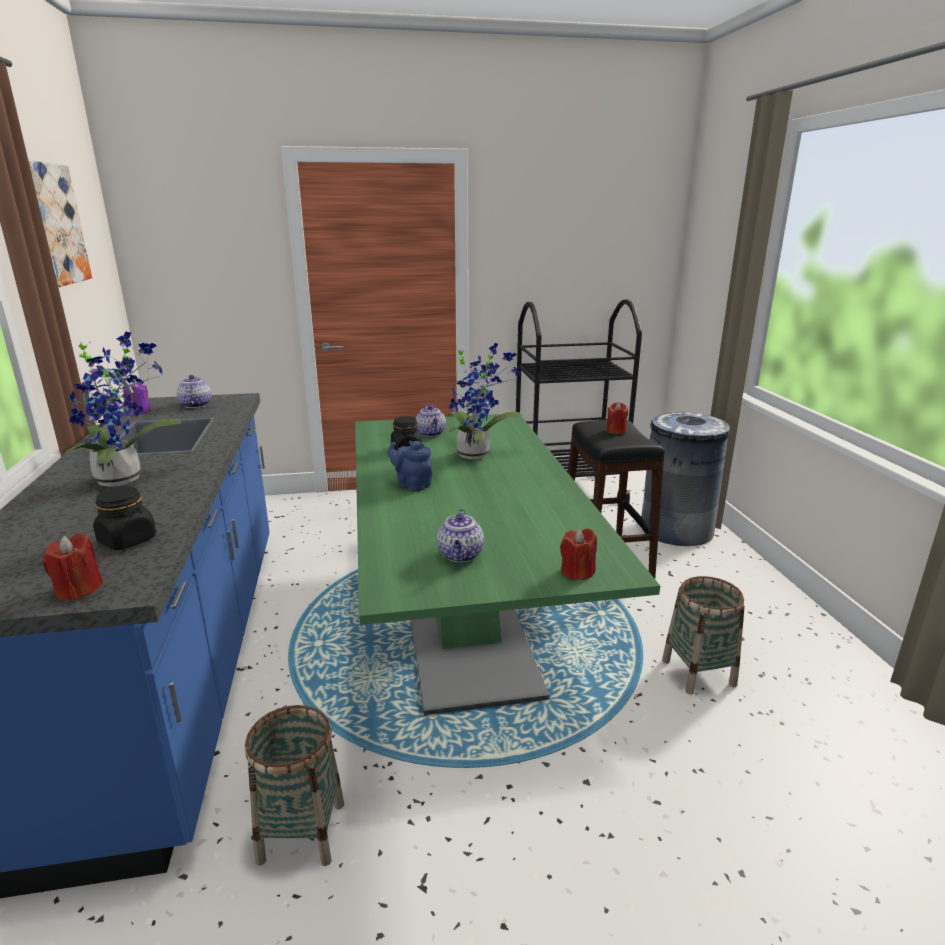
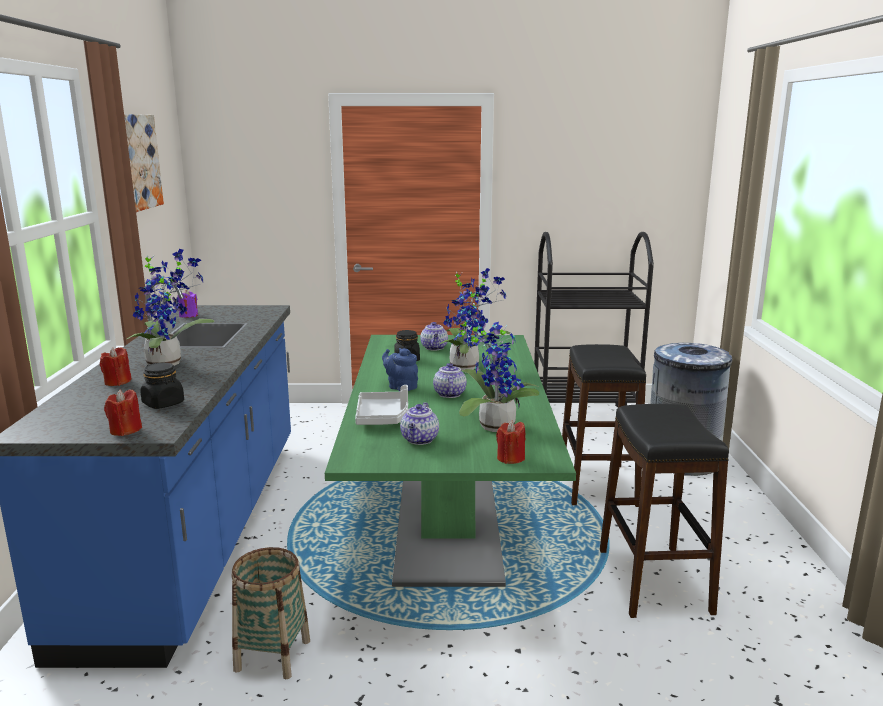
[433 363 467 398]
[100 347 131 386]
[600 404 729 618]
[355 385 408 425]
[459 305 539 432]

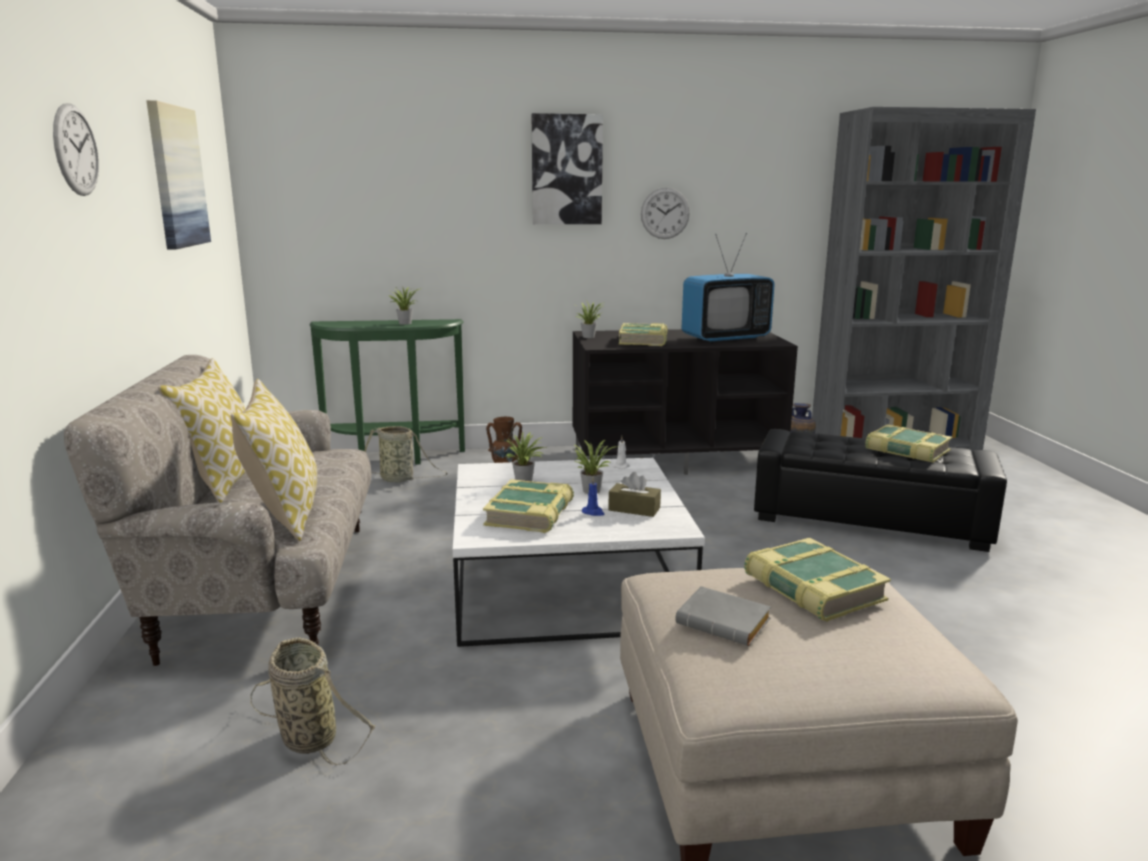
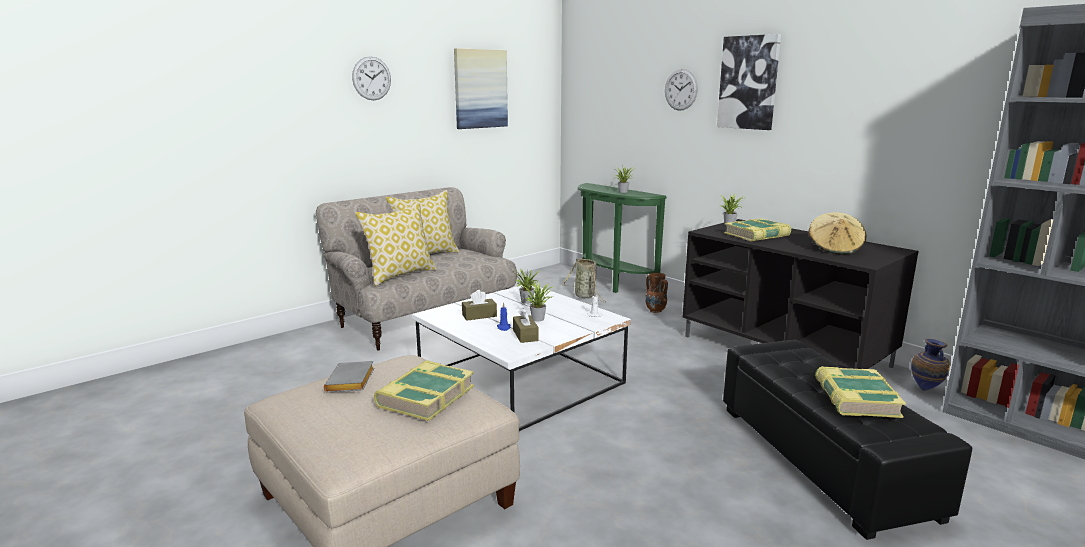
[250 637 376 765] (first image)
[462 290 497 321]
[665 69 698 111]
[808 212 866 255]

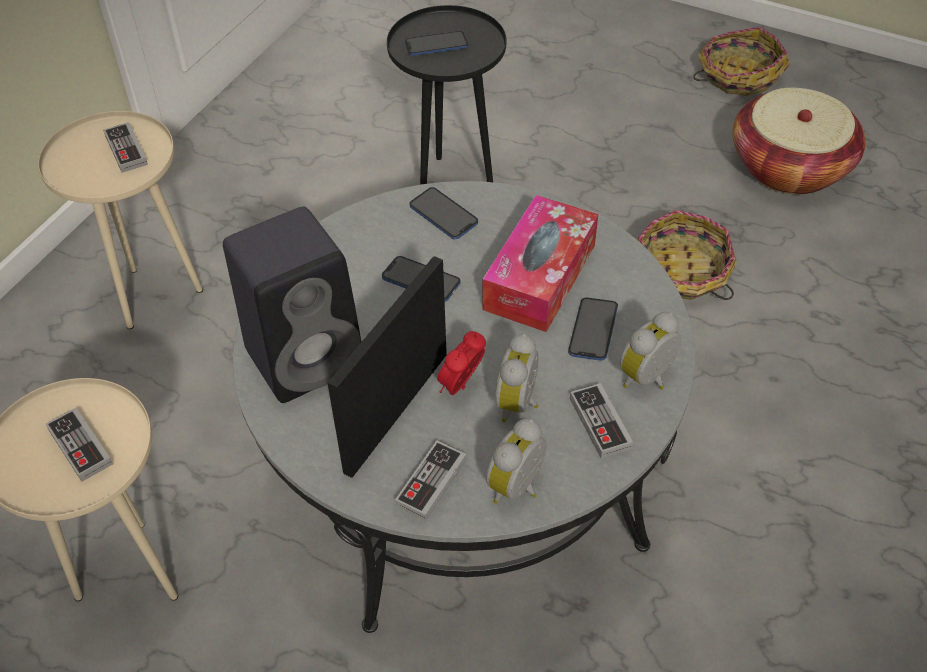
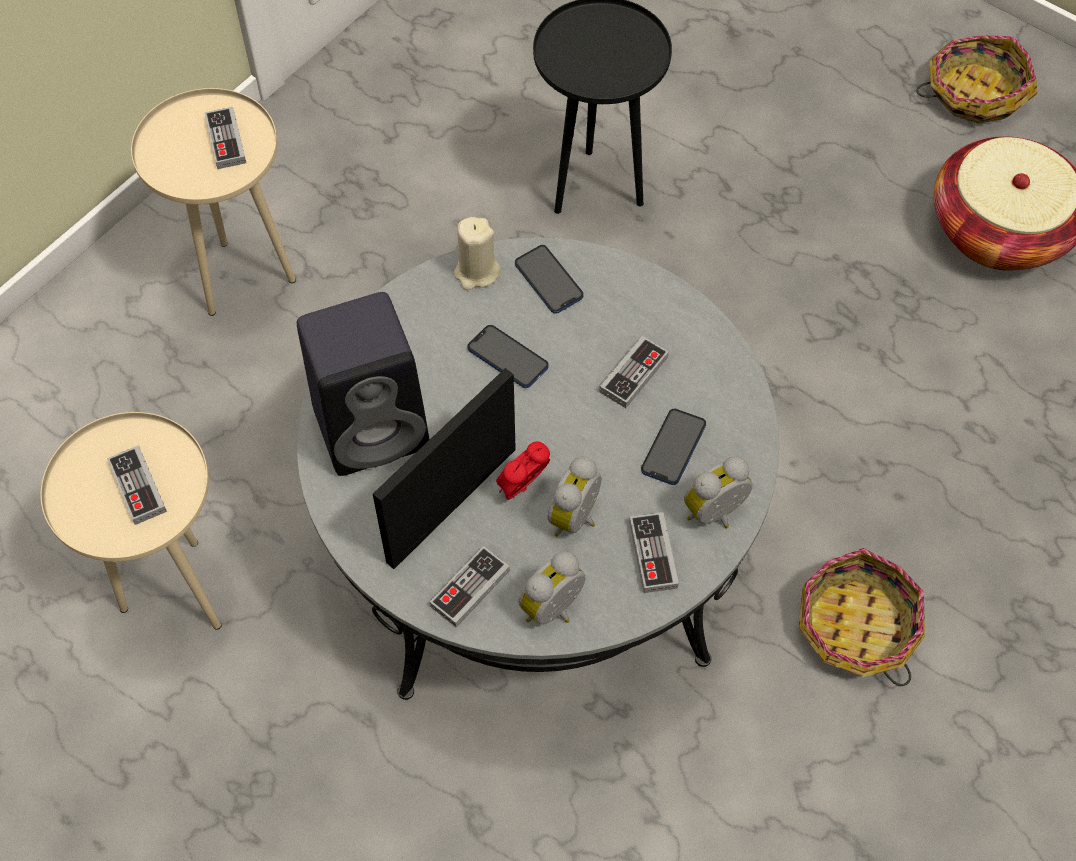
[405 31 468 56] (first image)
[599 336 669 408]
[799 548 925 686]
[454 217 501 290]

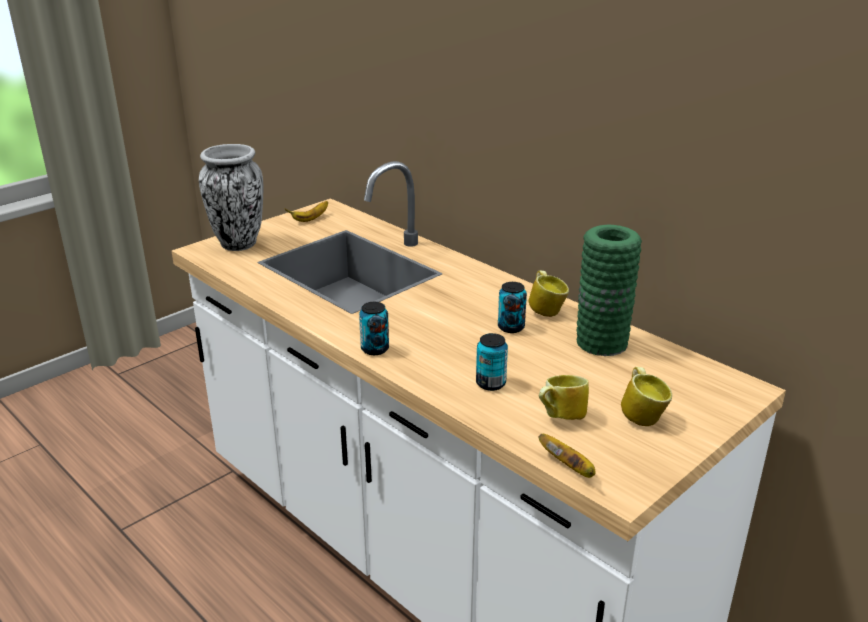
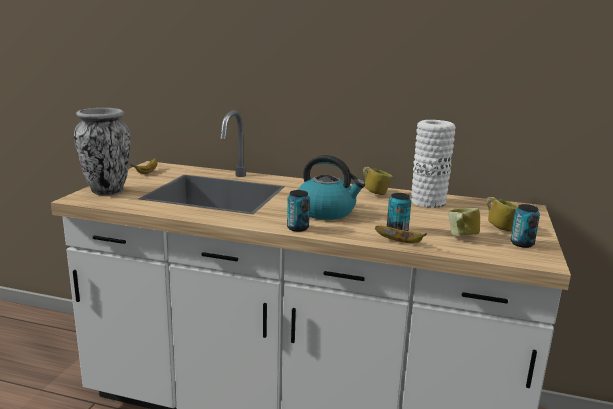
[511 204 540 248]
[375 225 427 243]
[411 120 456 208]
[298 155 365 220]

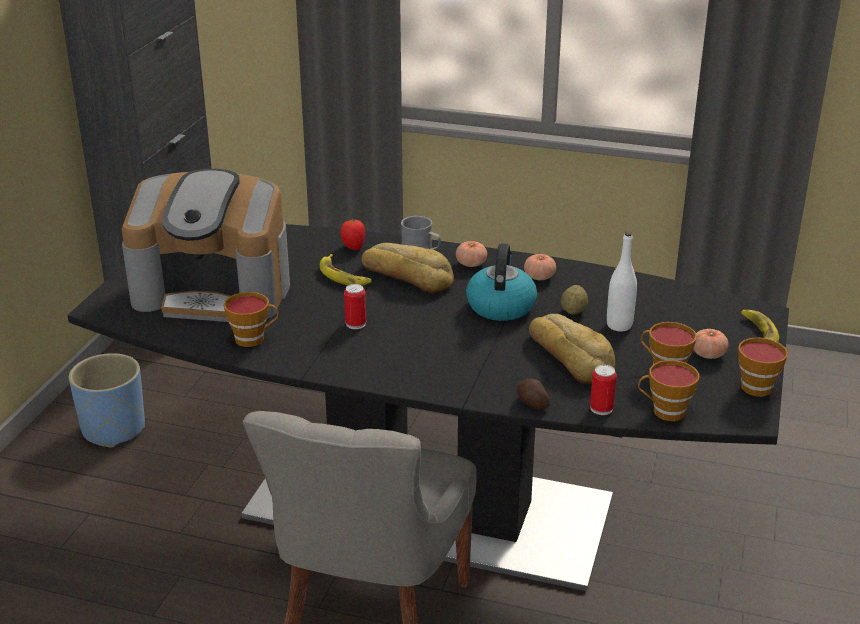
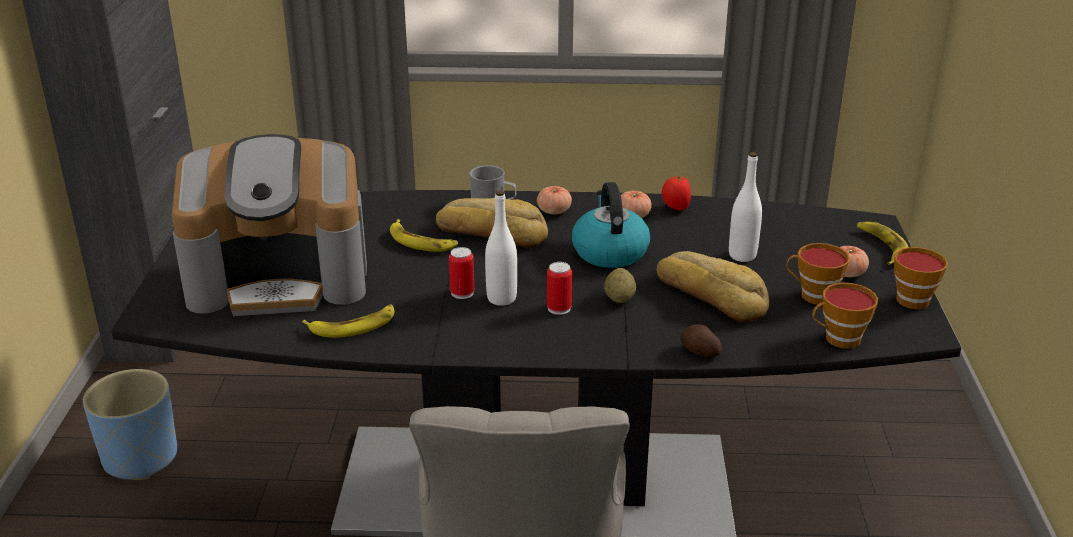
[302 305 395 338]
[662 176 691 210]
[604 268 636 303]
[547 262 572 315]
[485 190 517 306]

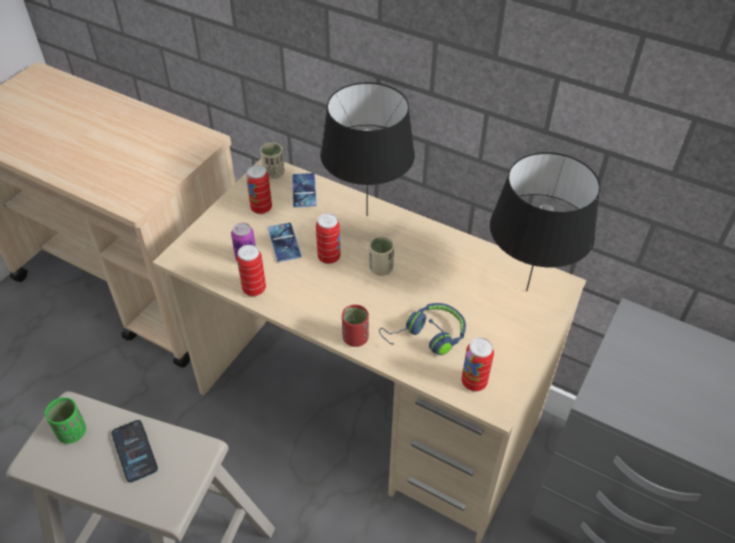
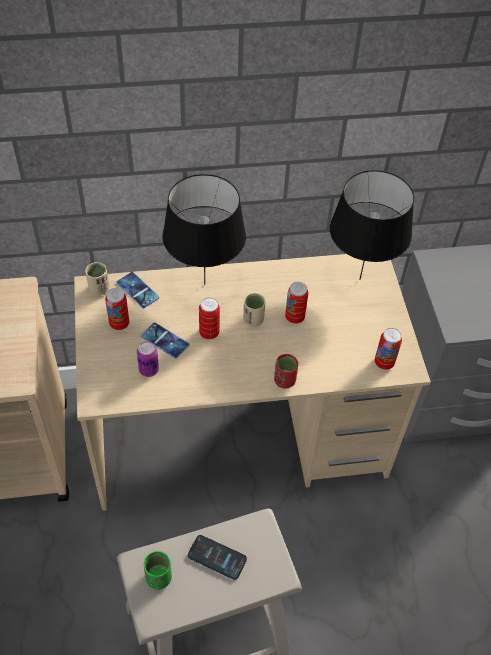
[285 282 308 324]
[379 303 466 355] (first image)

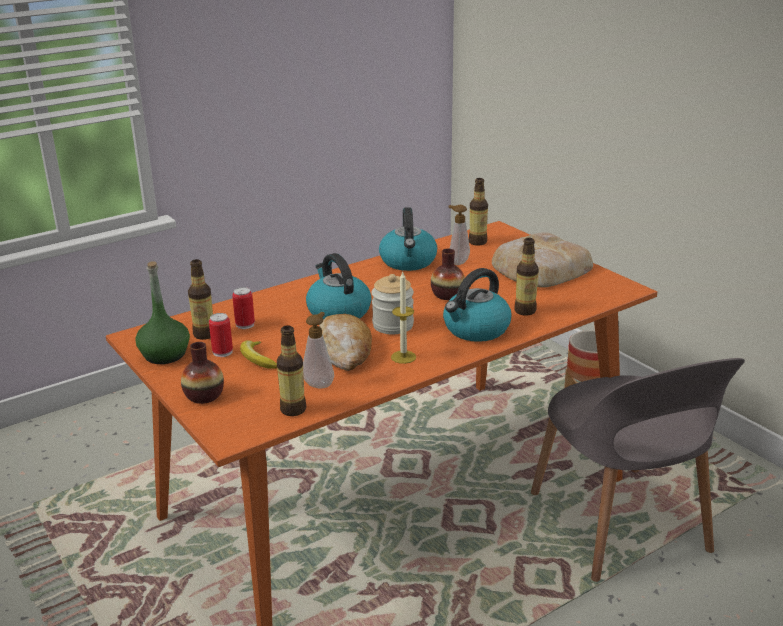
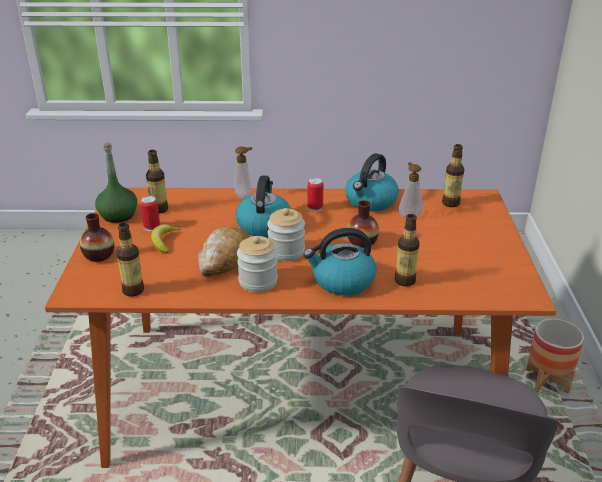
[307 178 323 212]
[234 147 252 200]
[237 236 278 292]
[492 232 593 288] (first image)

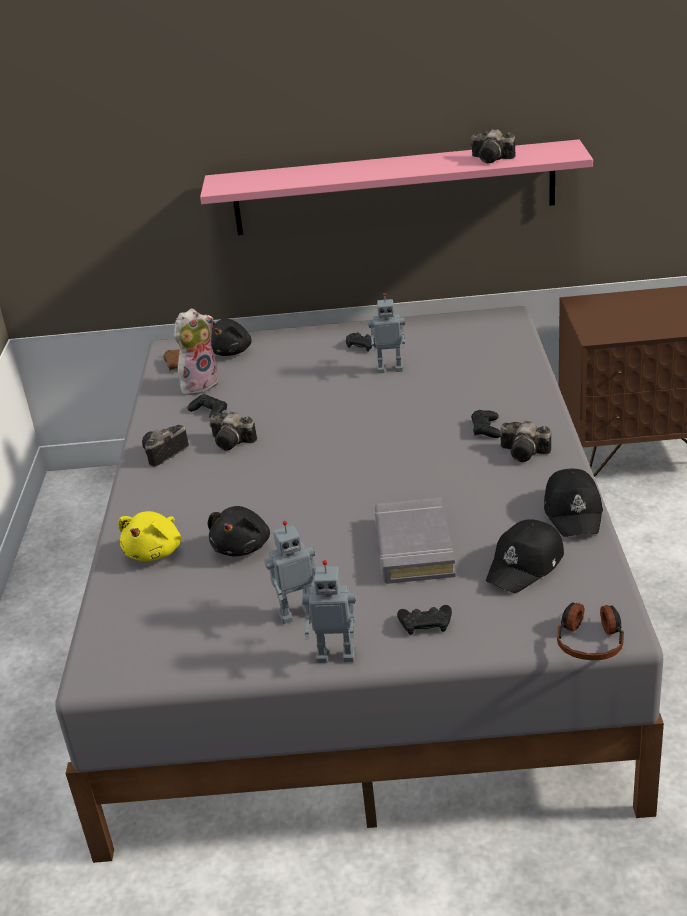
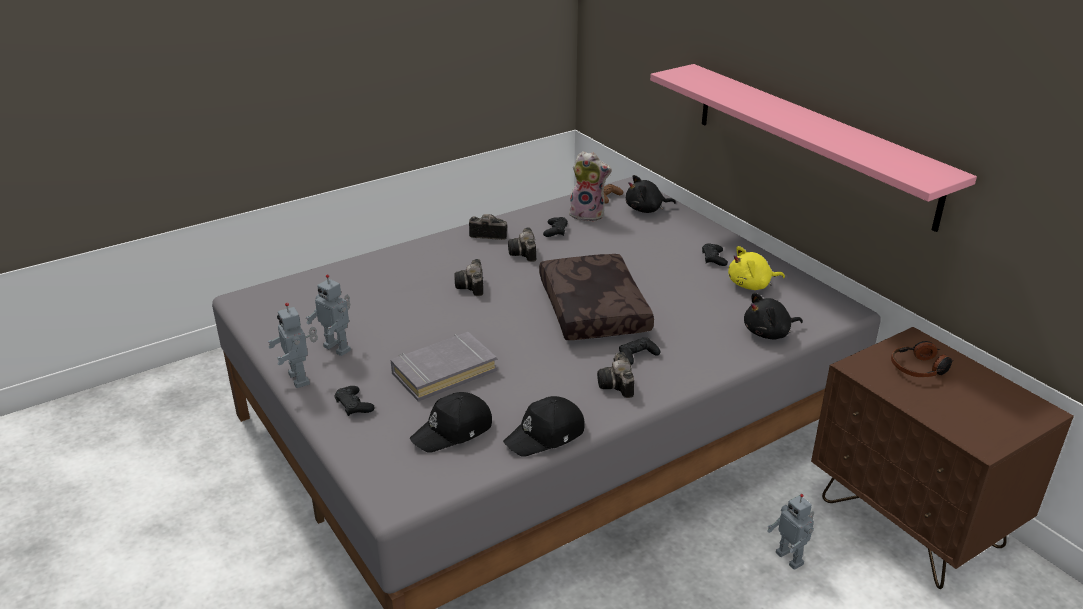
[728 246 785 290]
[744 293 803 339]
[767 494 814 570]
[454 259 483 296]
[410 392 492 452]
[891 341 954 378]
[539 254 654 340]

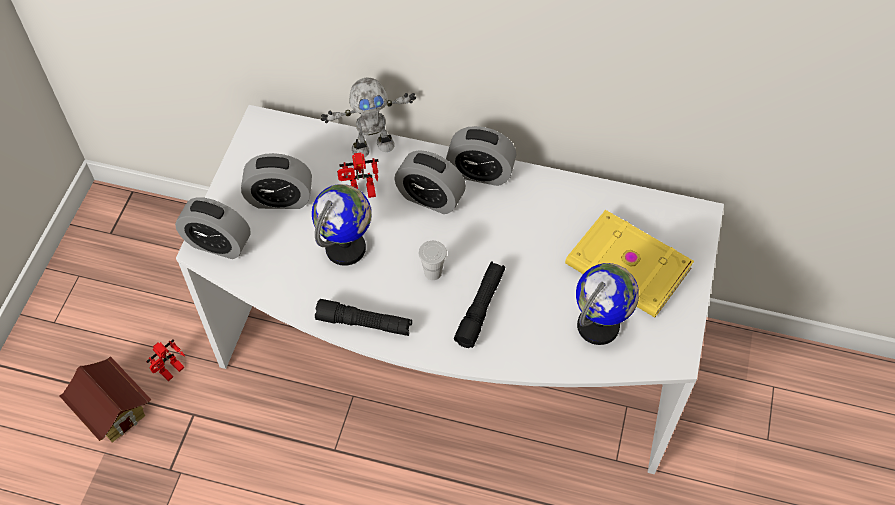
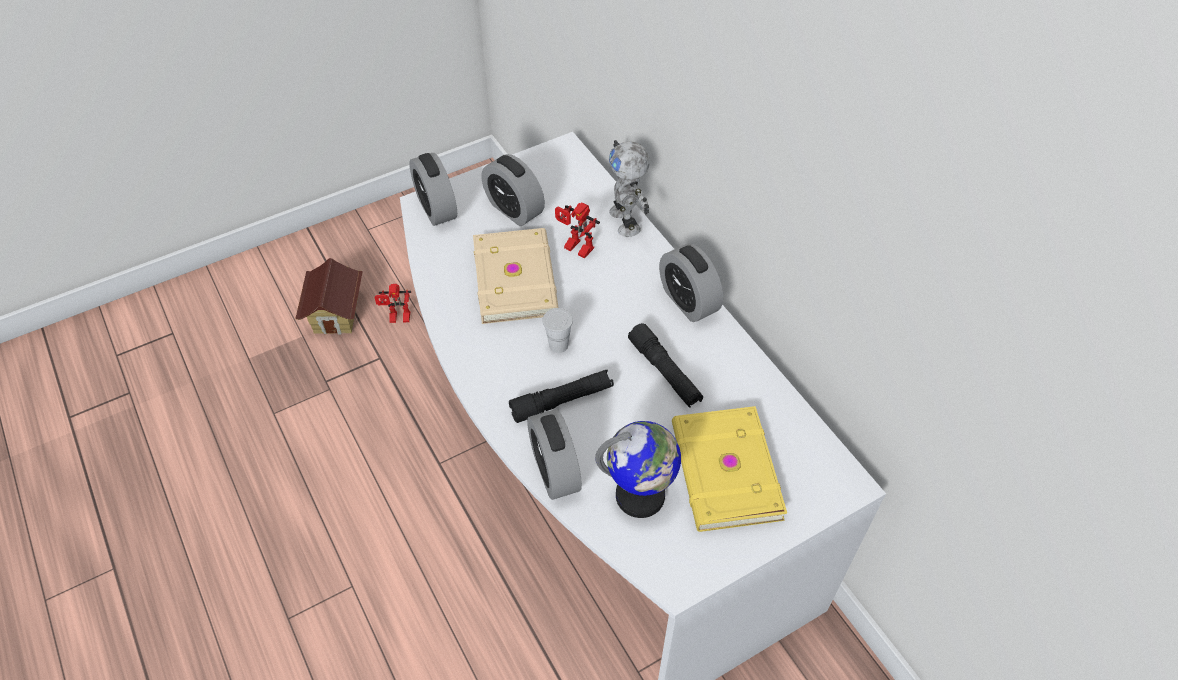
[473 228 559 324]
[628 323 703 408]
[609 140 650 237]
[527 409 582 500]

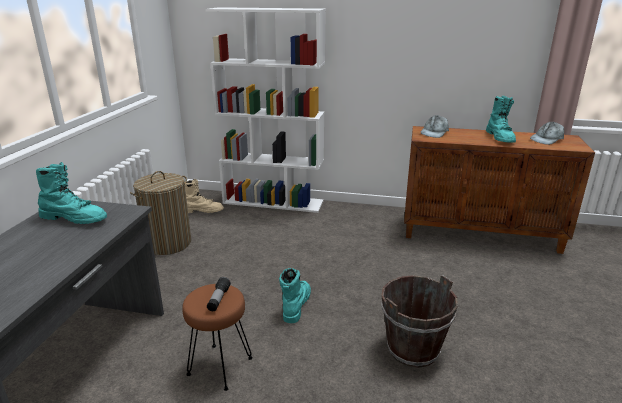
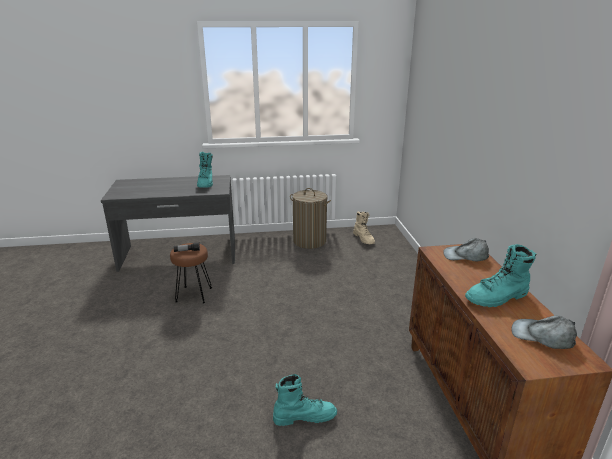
[206 7 326 213] (first image)
[273 374 337 426]
[381 275 458 368] (first image)

